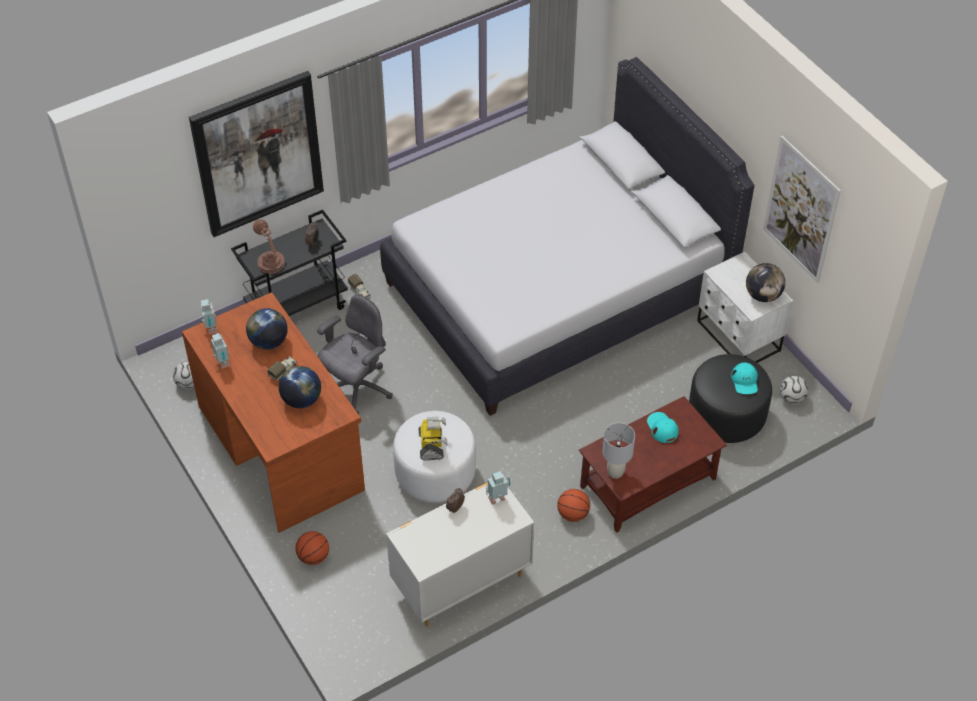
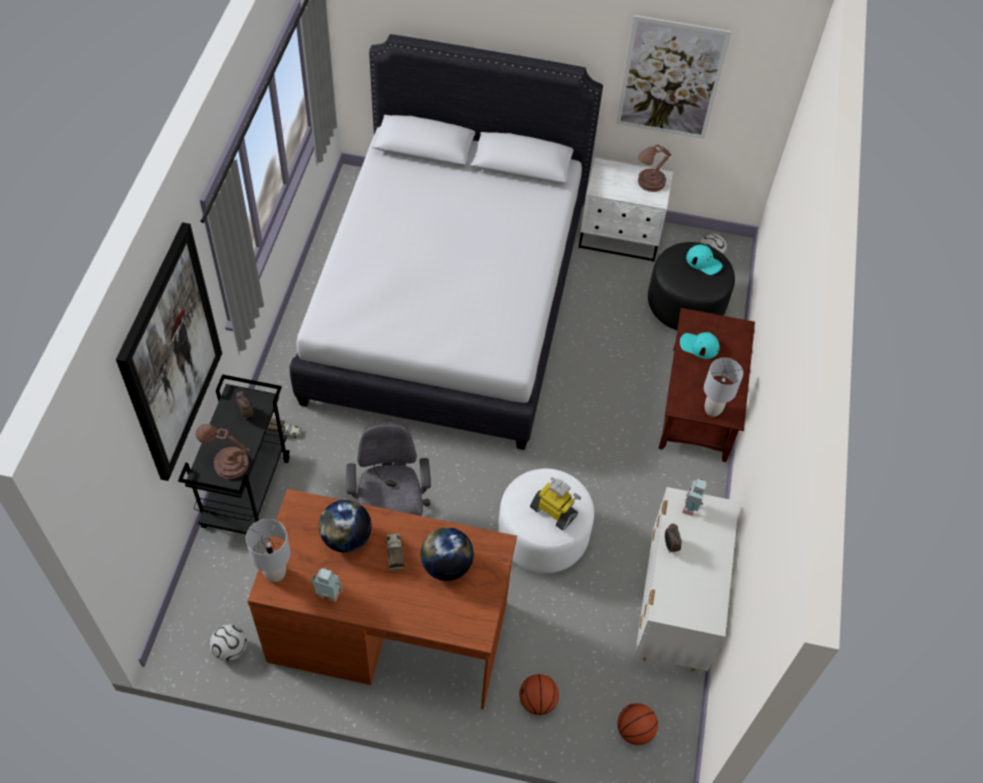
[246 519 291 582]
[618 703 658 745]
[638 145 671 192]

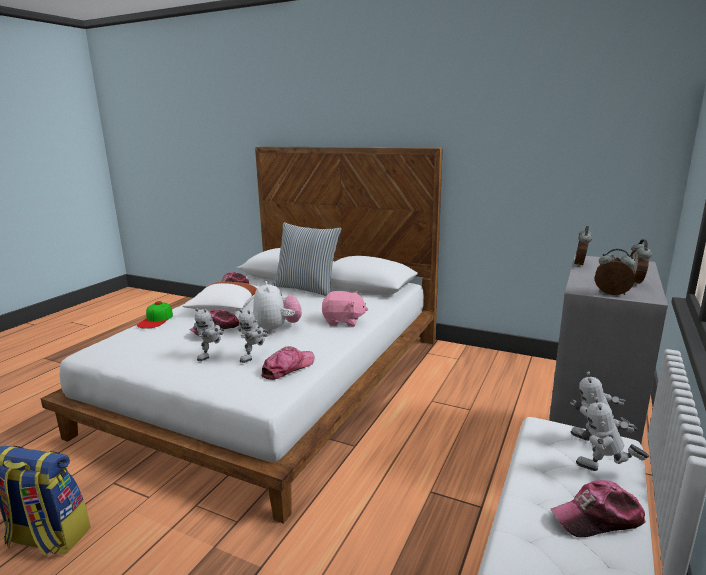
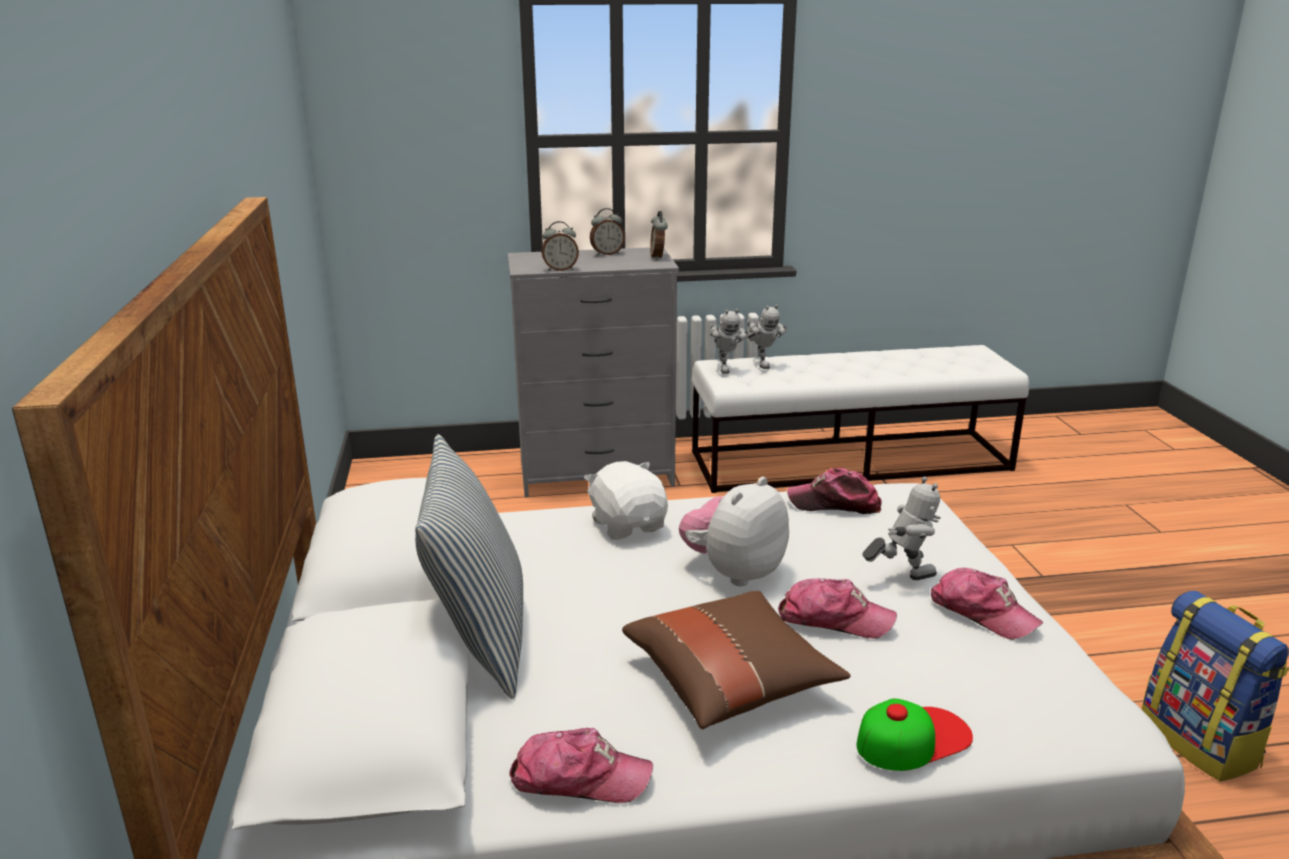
[622 591 851 729]
[237 309 269 363] (first image)
[584 461 668 540]
[931 568 1043 640]

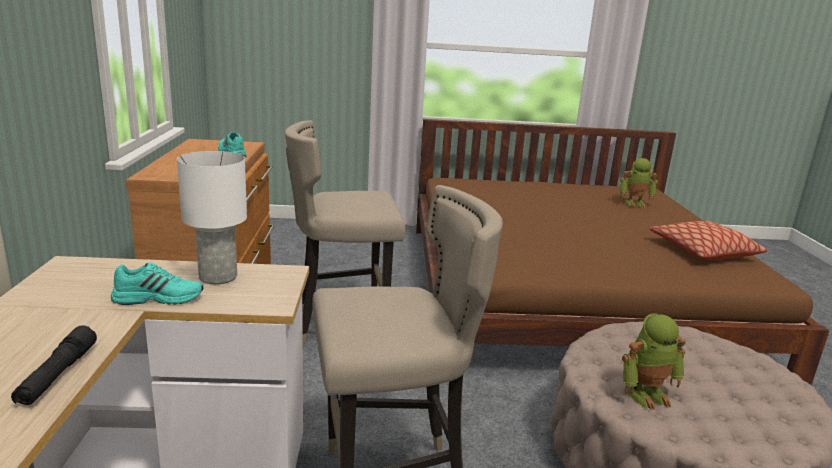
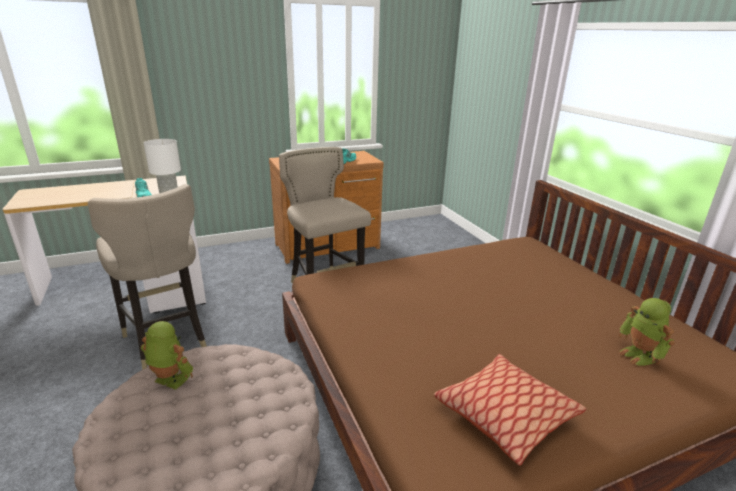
[11 325 97 405] (first image)
[141 321 193 390]

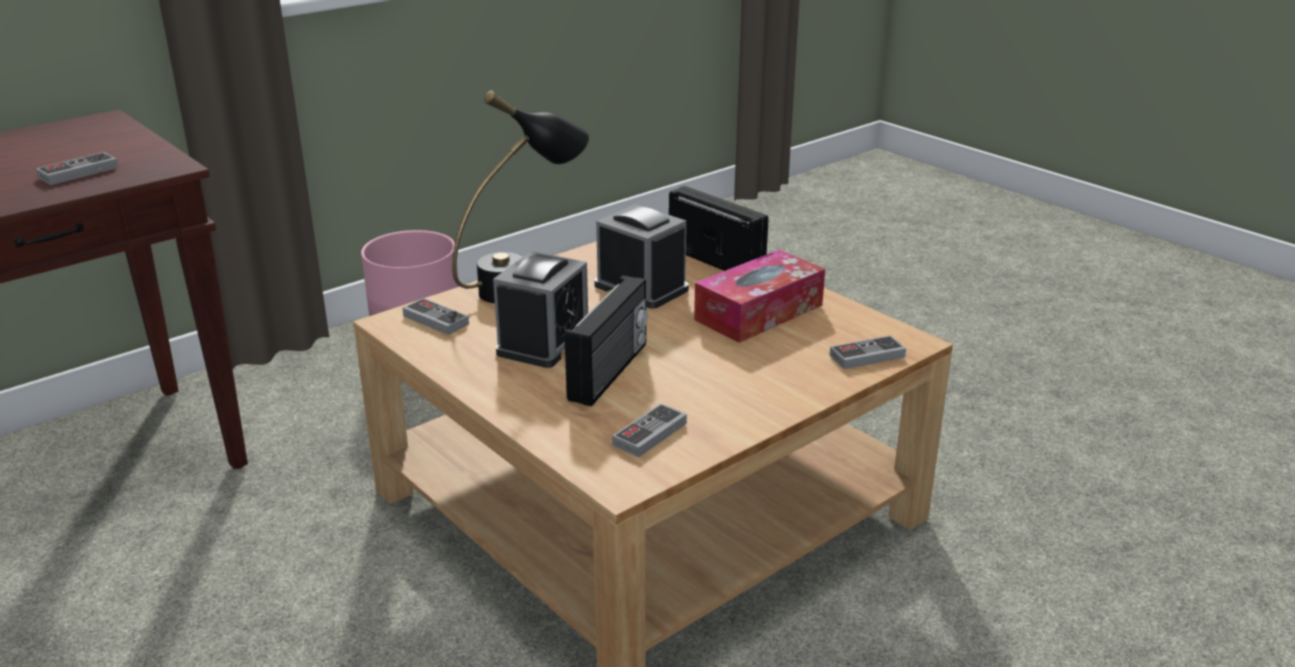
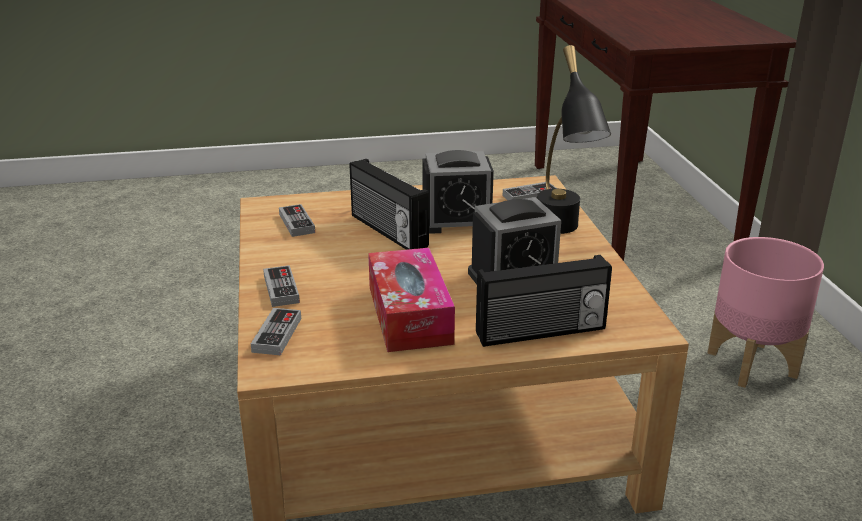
[263 265 300 307]
[422 150 494 234]

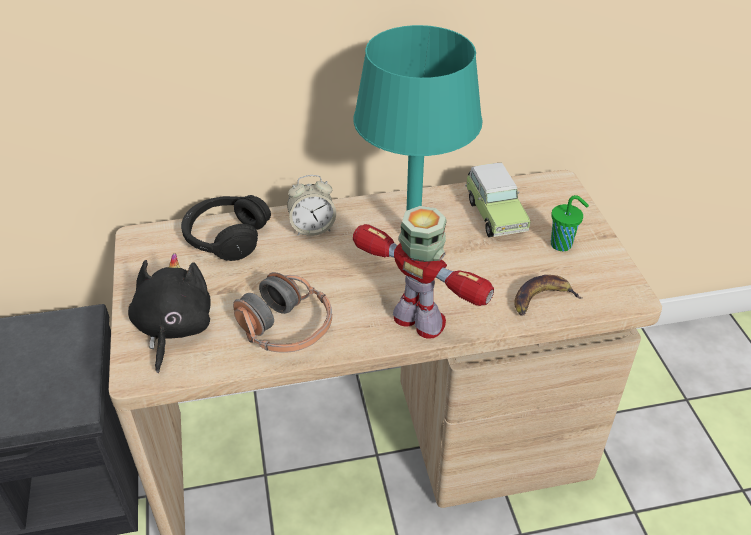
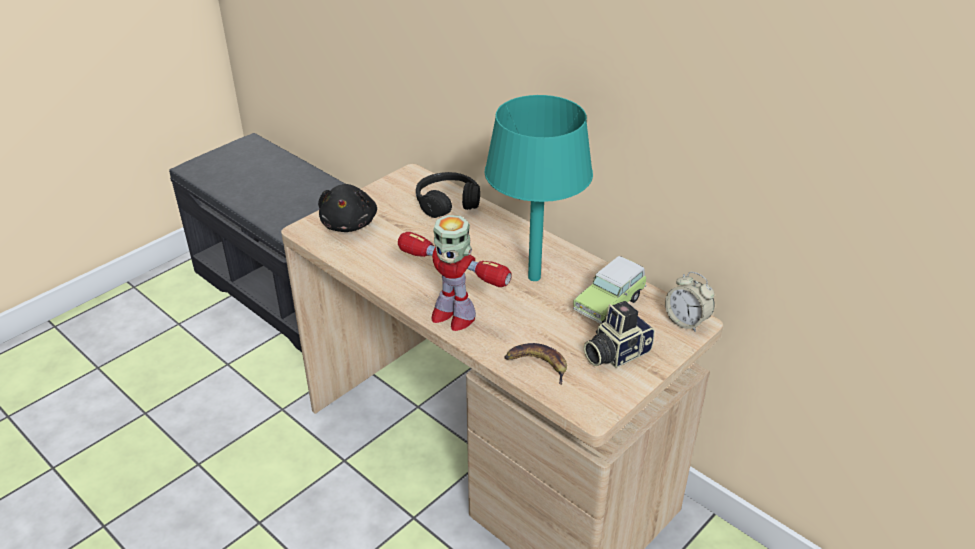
[318 184 377 232]
[233 272 332 353] (first image)
[665 272 715 332]
[398 215 512 331]
[584 301 655 368]

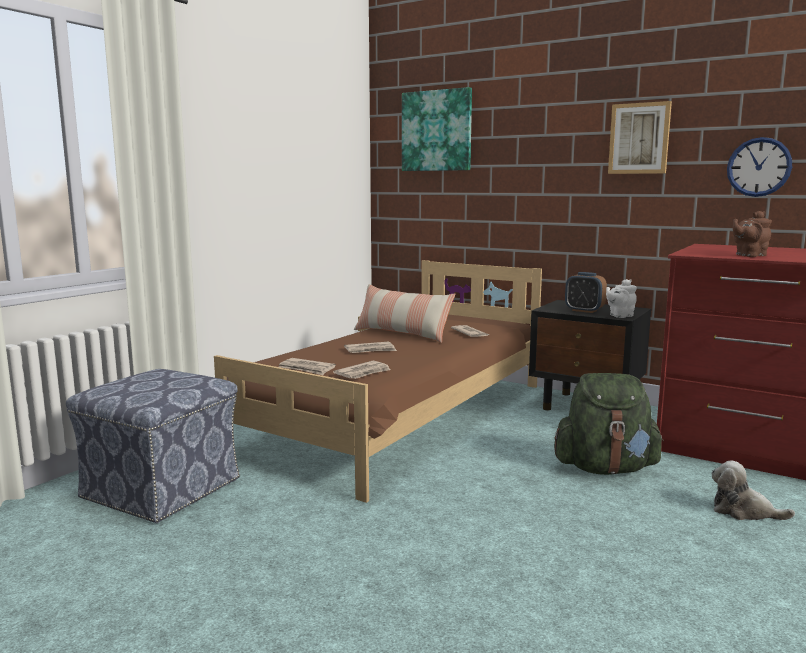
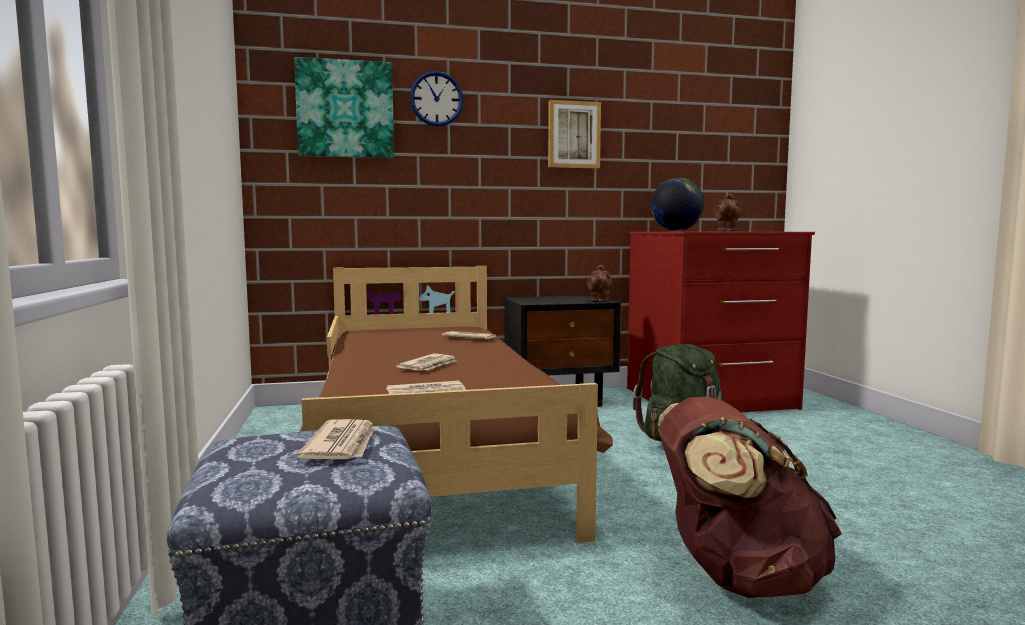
[297 419 375 459]
[354 284 455 343] (first image)
[565 272 607 313] (first image)
[587 265 612 302]
[711 461 795 520] (first image)
[410 71 464 127]
[651 178 704 231]
[658 397 842 598]

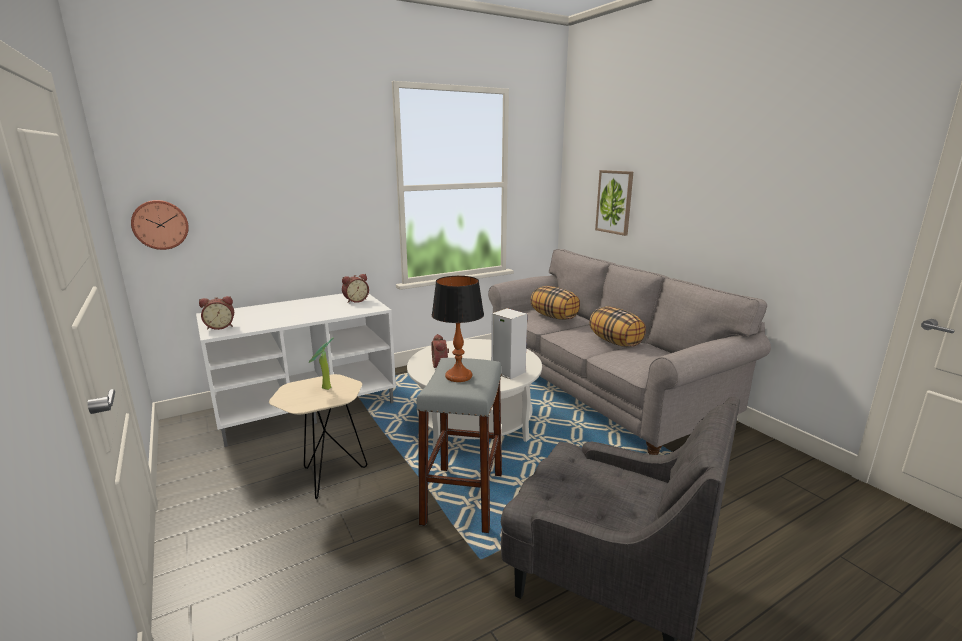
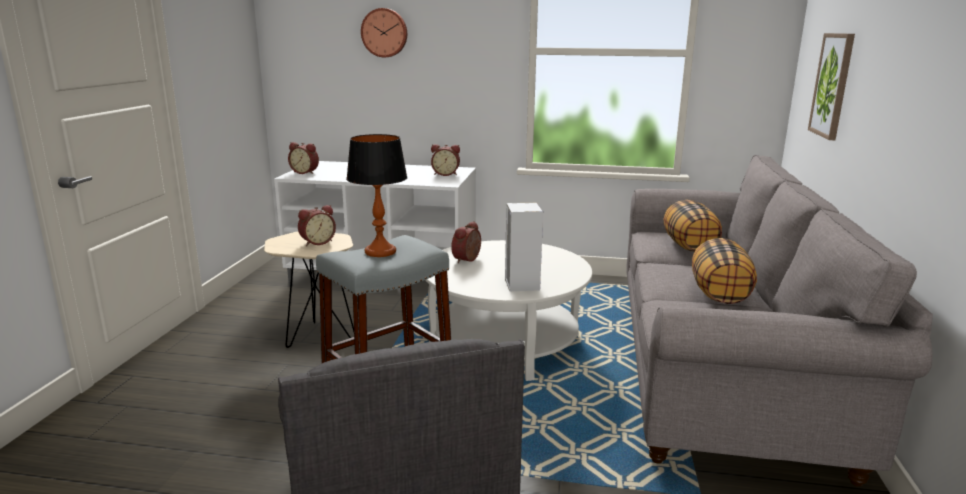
[361 8 407 57]
[298 205 336 246]

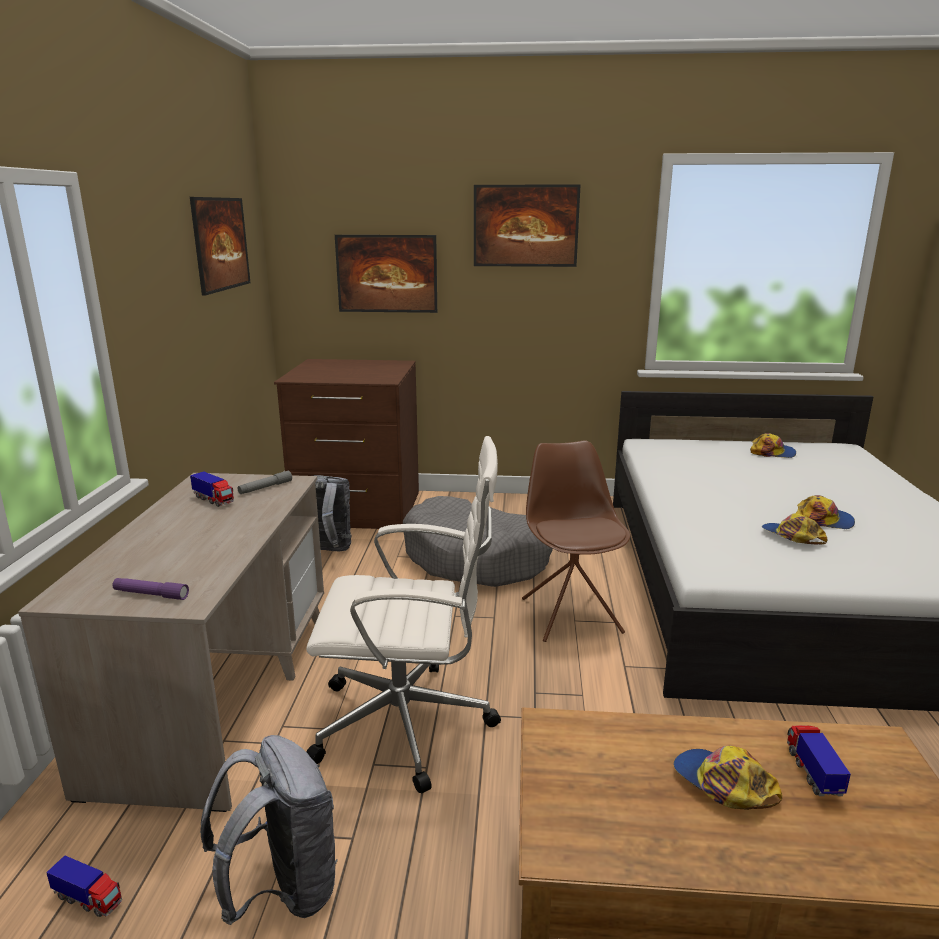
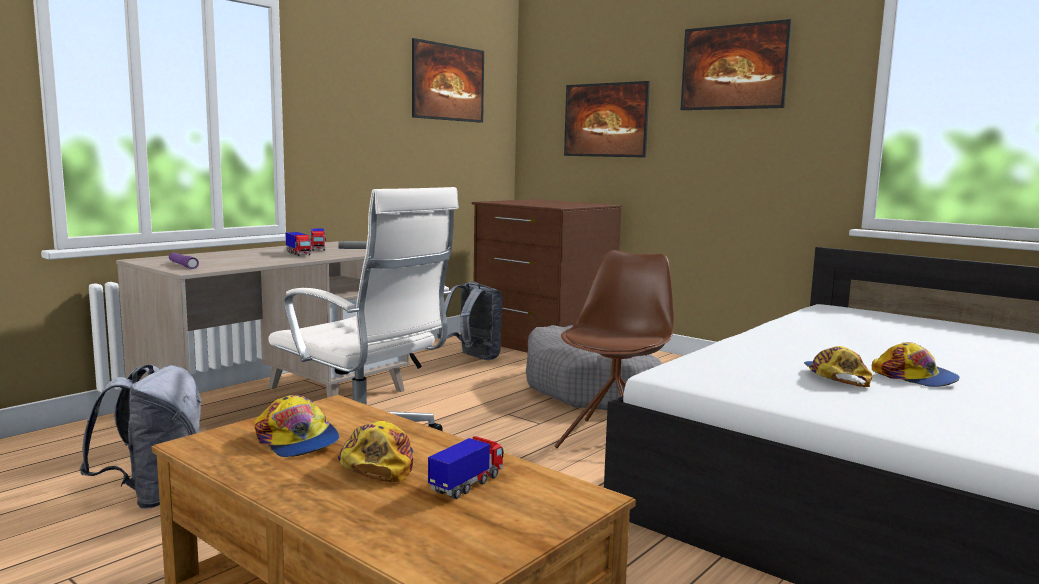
[285 232 312 256]
[254 395 340 457]

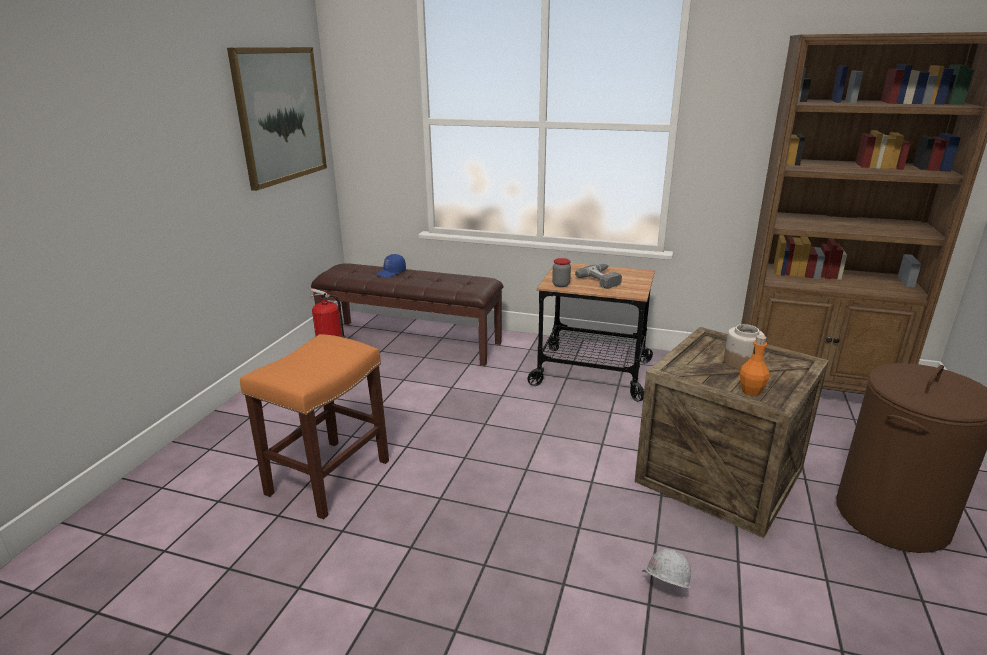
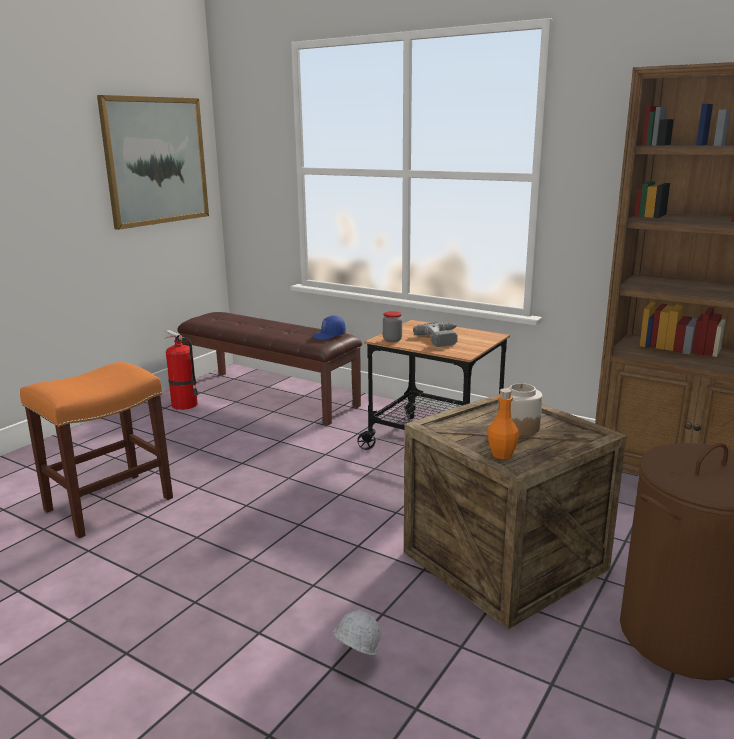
[312 316 346 340]

